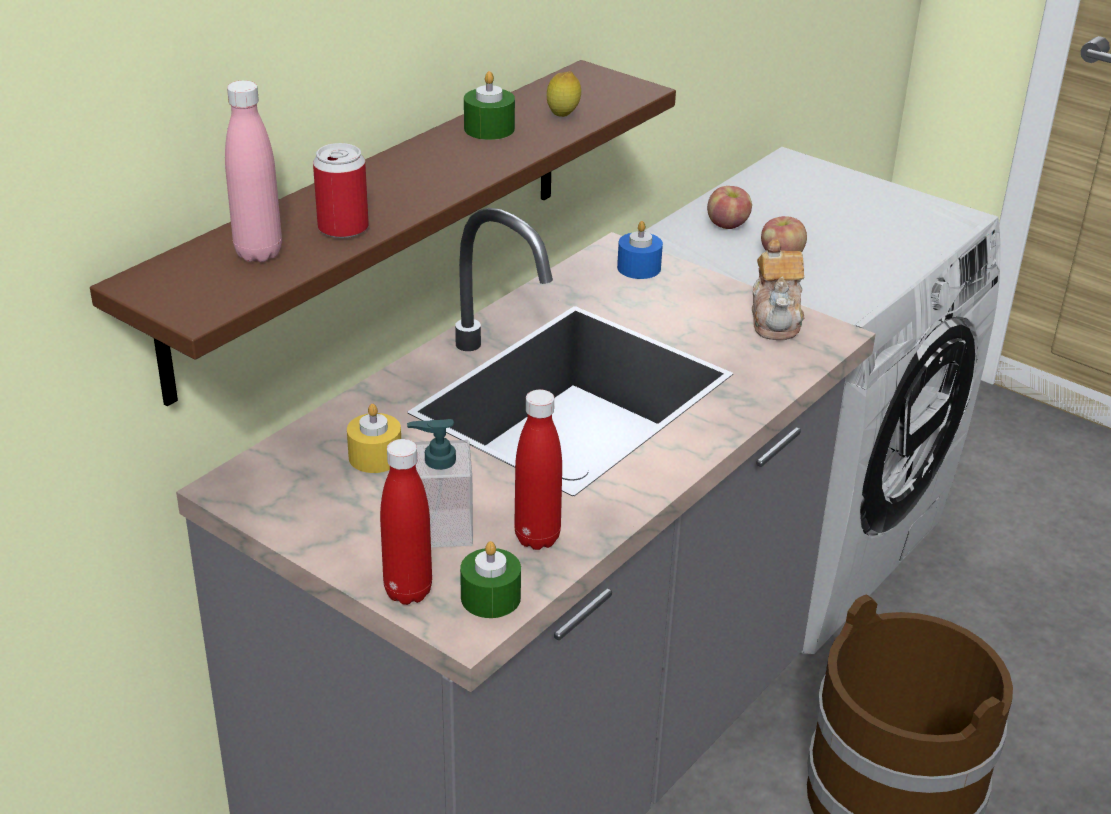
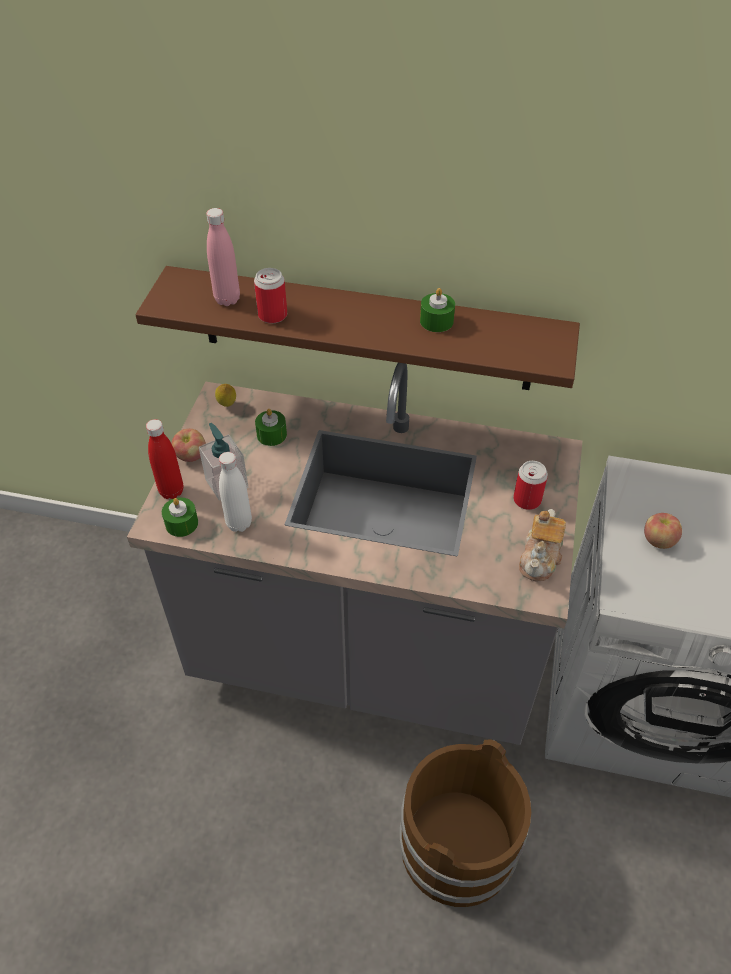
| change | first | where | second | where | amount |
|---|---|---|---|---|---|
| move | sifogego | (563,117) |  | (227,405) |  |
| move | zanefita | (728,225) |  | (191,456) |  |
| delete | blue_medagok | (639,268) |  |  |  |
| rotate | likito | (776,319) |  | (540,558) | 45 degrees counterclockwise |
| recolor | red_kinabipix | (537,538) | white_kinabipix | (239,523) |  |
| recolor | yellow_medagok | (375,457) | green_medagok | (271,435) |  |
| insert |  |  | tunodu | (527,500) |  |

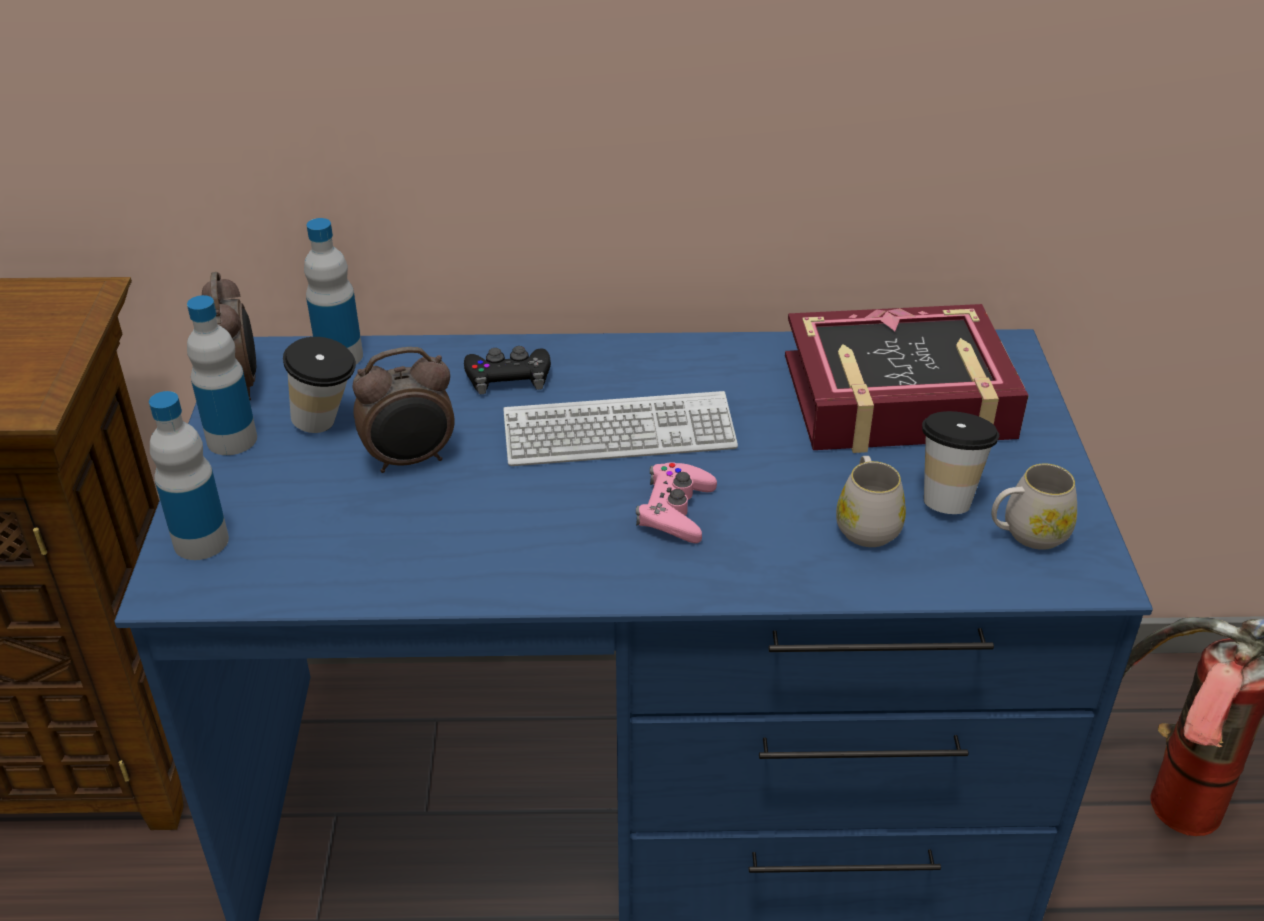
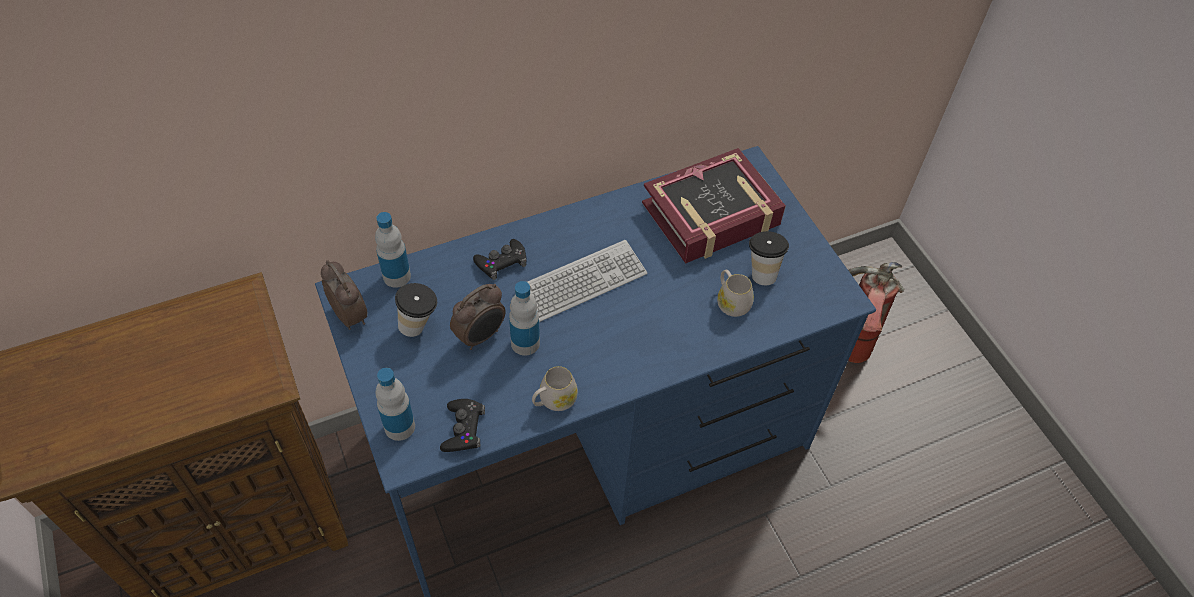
| change | first | where | second | where | amount |
|---|---|---|---|---|---|
| move | kinabipix | (232,439) |  | (525,343) |  |
| delete | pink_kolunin | (676,510) |  |  |  |
| move | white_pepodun | (1027,533) |  | (554,400) |  |
| insert |  |  | black_kolunin | (463,429) |  |

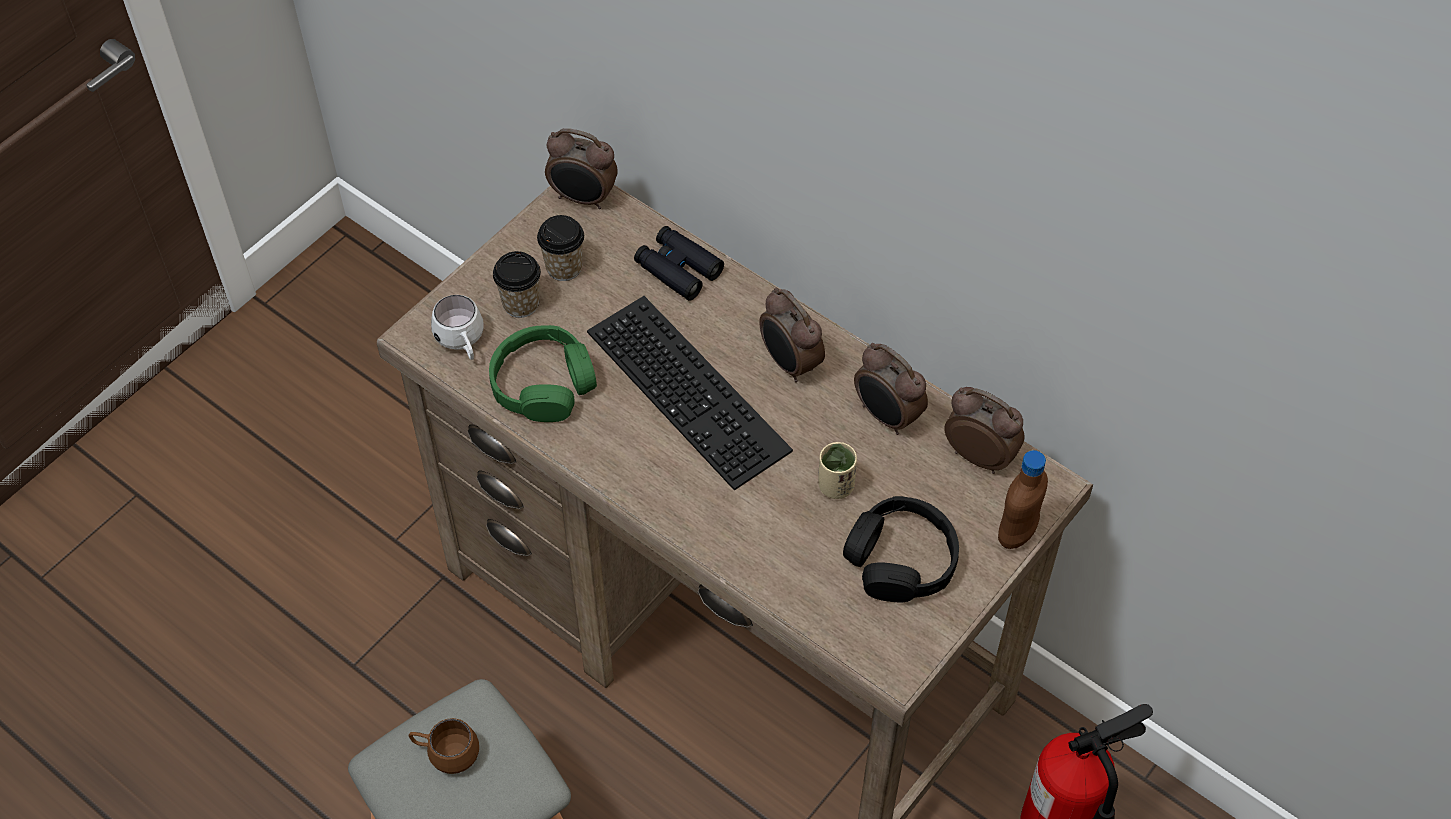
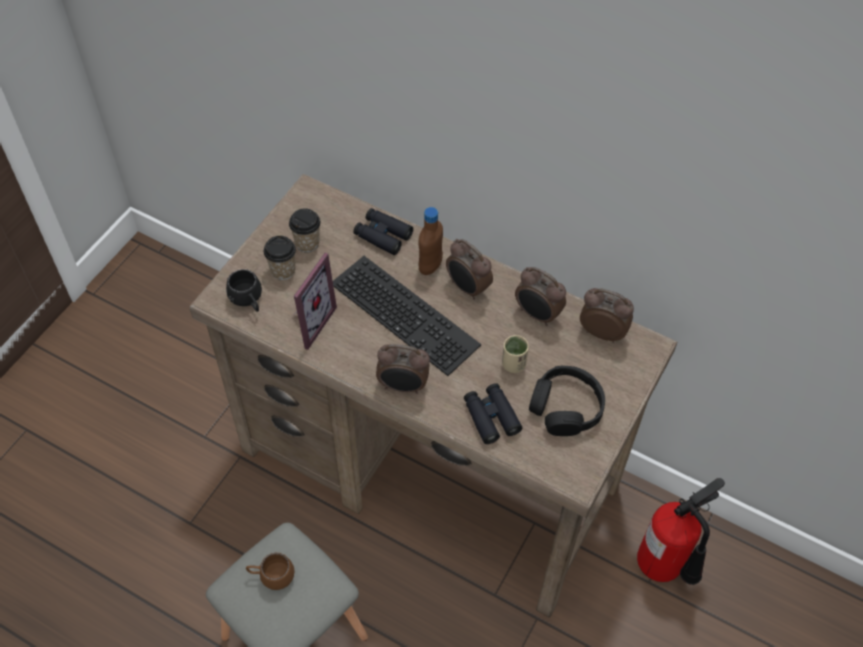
| change | first | where | second | where | amount |
|---|---|---|---|---|---|
| move | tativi | (583,198) |  | (403,386) |  |
| recolor | white_pepodun | (463,344) | black_pepodun | (248,302) |  |
| replace | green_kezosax | (543,384) | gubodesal | (308,322) |  |
| move | brown_kinabipix | (1017,533) |  | (430,266) |  |
| insert |  |  | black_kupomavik | (491,417) |  |

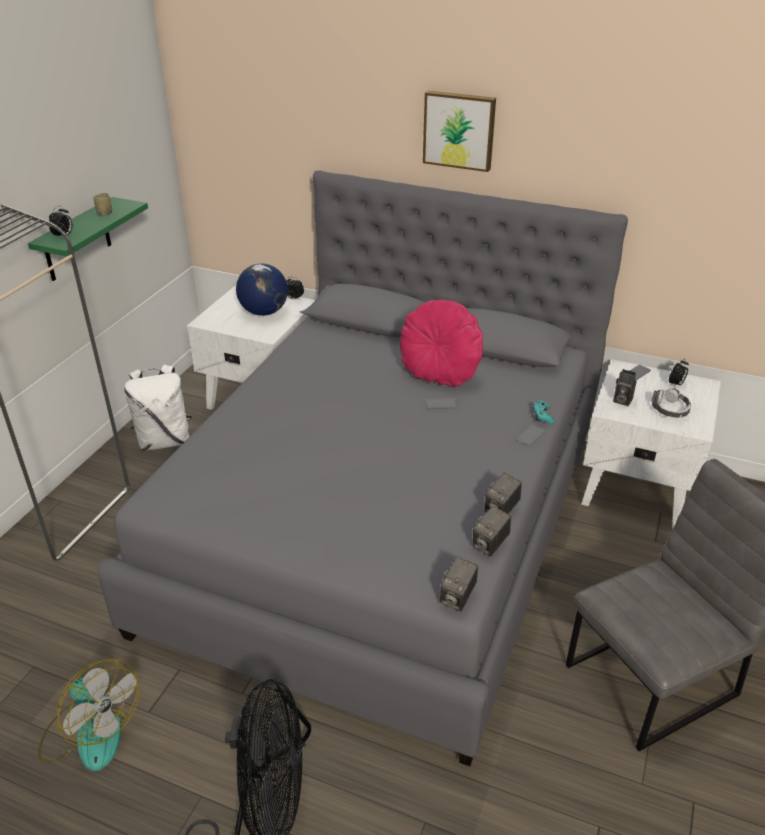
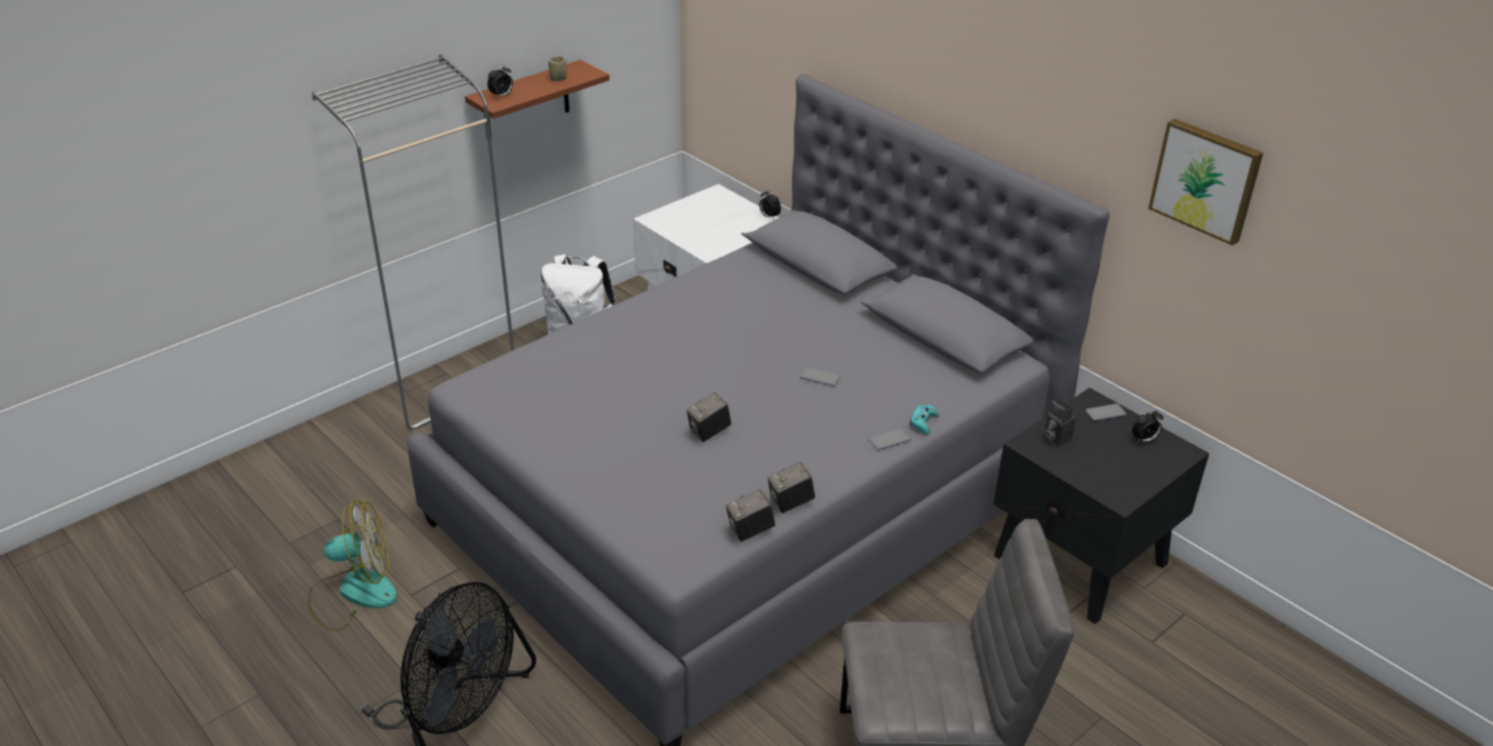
| change | first | where | second | where | amount |
|---|---|---|---|---|---|
| move | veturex | (459,130) |  | (1206,180) |  |
| recolor | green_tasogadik | (77,240) | brown_tasogadik | (526,101) |  |
| delete | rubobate | (264,312) |  |  |  |
| delete | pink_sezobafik | (439,376) |  |  |  |
| recolor | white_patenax | (638,487) | black_patenax | (1082,560) |  |
| delete | kezosax | (669,409) |  |  |  |
| move | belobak | (458,598) |  | (709,432) |  |
| rotate | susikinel | (91,732) |  | (353,592) | 75 degrees counterclockwise |

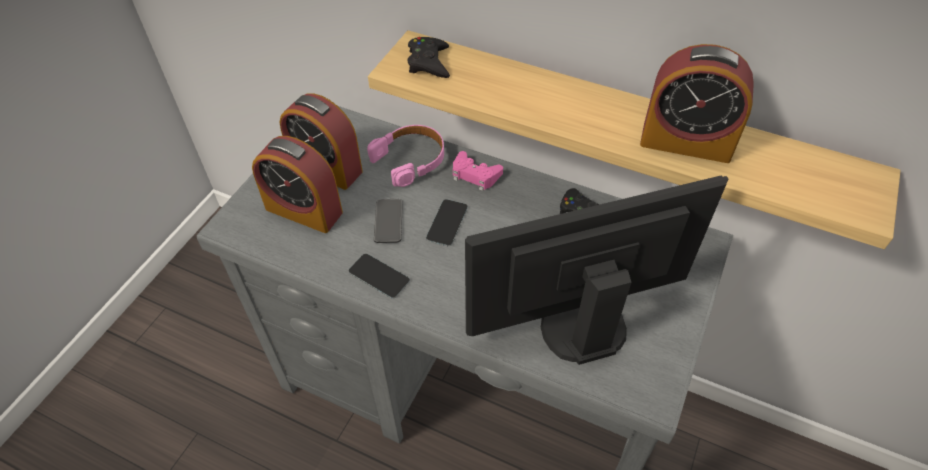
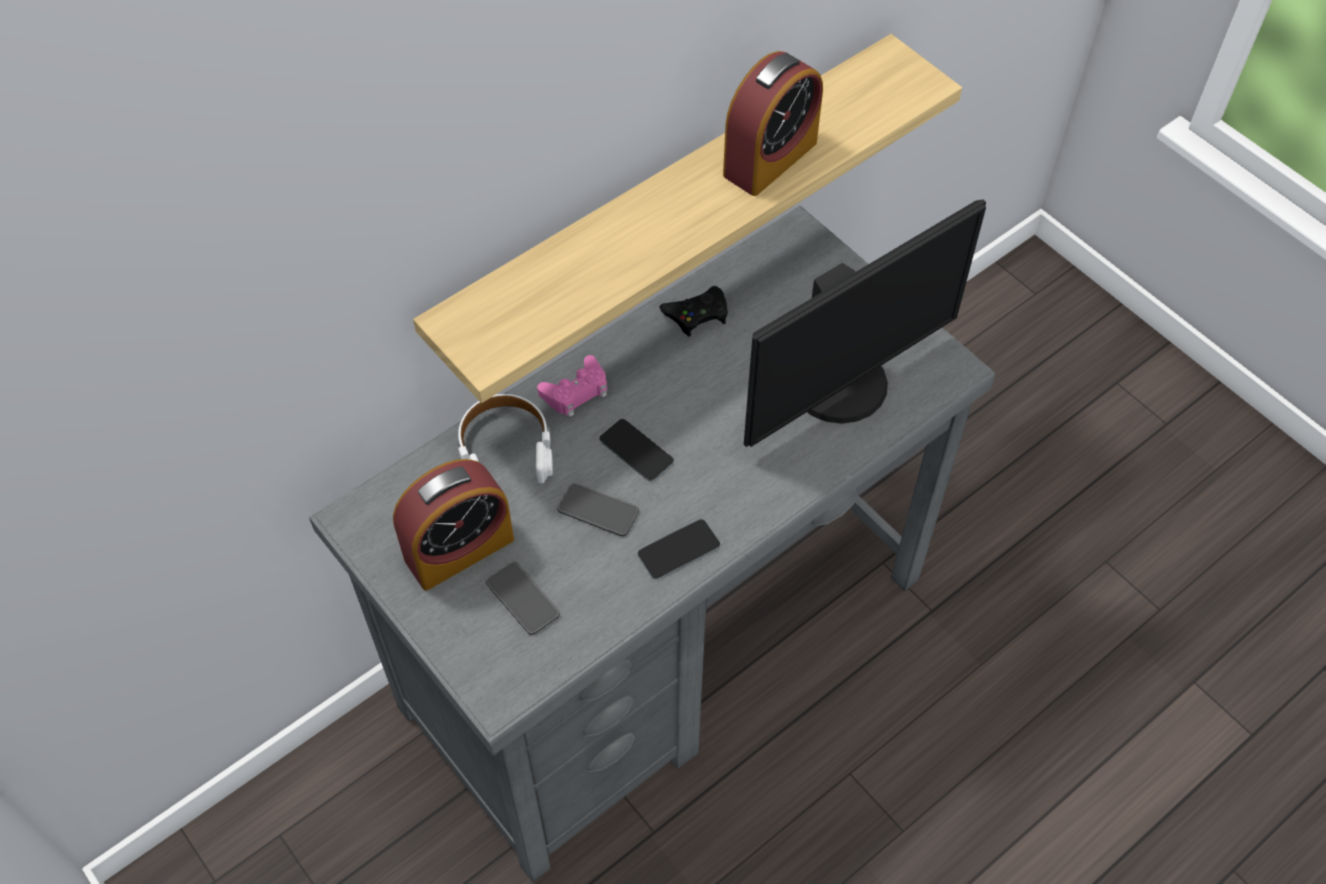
| change | first | where | second | where | amount |
|---|---|---|---|---|---|
| delete | black_kolunin | (429,62) |  |  |  |
| recolor | pink_kezosax | (410,159) | white_kezosax | (505,449) |  |
| replace | tativi | (304,210) | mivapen | (522,598) |  |
| rotate | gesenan | (581,323) |  | (842,386) | 135 degrees counterclockwise |

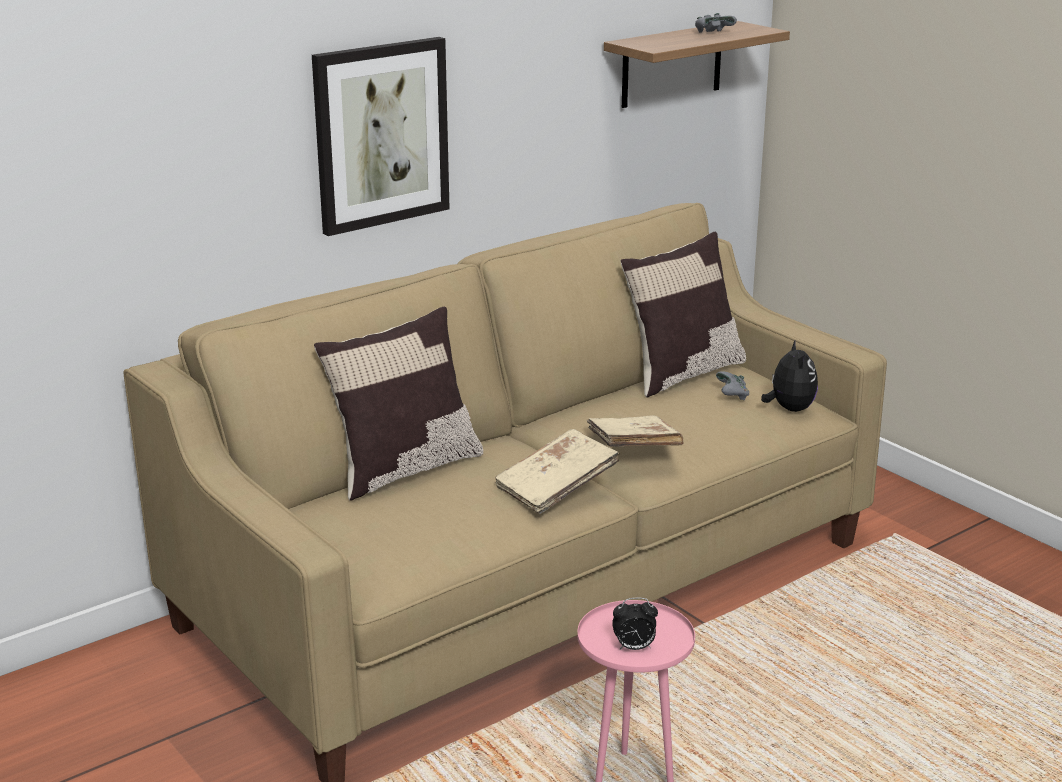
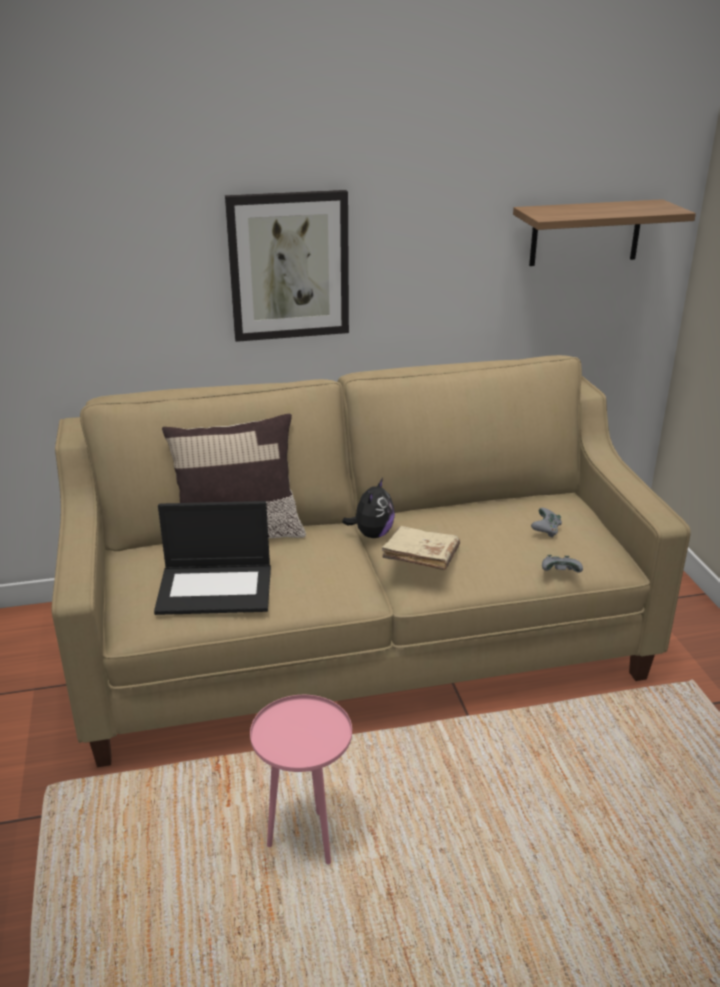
| change | first | where | second | where | amount |
|---|---|---|---|---|---|
| move | grey_kolunin | (713,33) |  | (560,573) |  |
| delete | sezobafik | (681,374) |  |  |  |
| move | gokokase | (789,409) |  | (372,534) |  |
| delete | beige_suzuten | (556,488) |  |  |  |
| delete | tativi | (634,648) |  |  |  |
| insert |  |  | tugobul | (216,588) |  |

